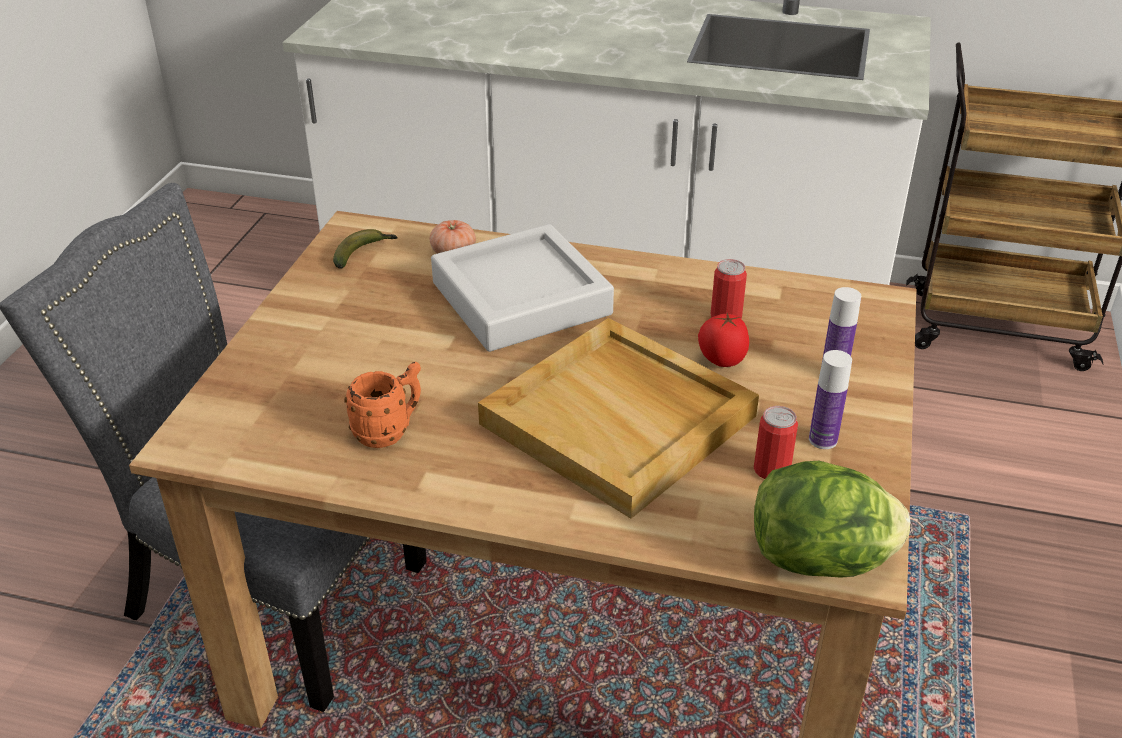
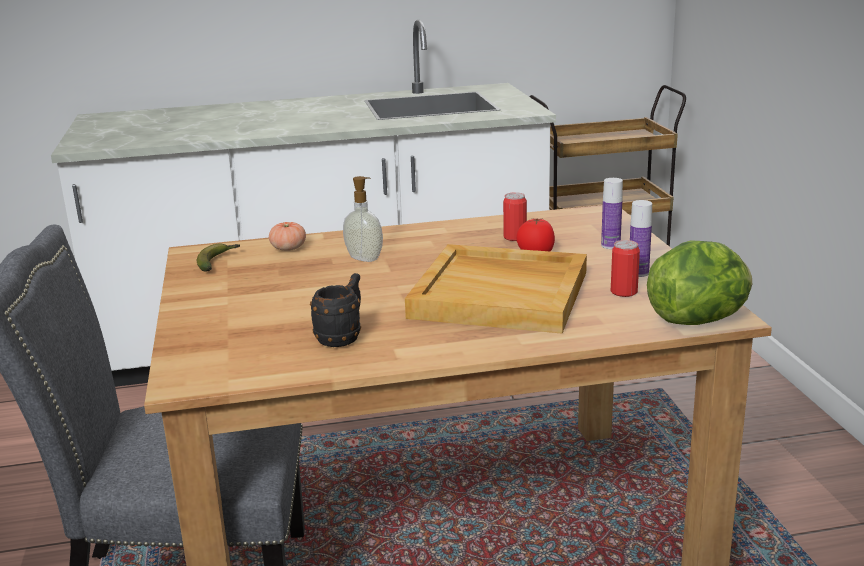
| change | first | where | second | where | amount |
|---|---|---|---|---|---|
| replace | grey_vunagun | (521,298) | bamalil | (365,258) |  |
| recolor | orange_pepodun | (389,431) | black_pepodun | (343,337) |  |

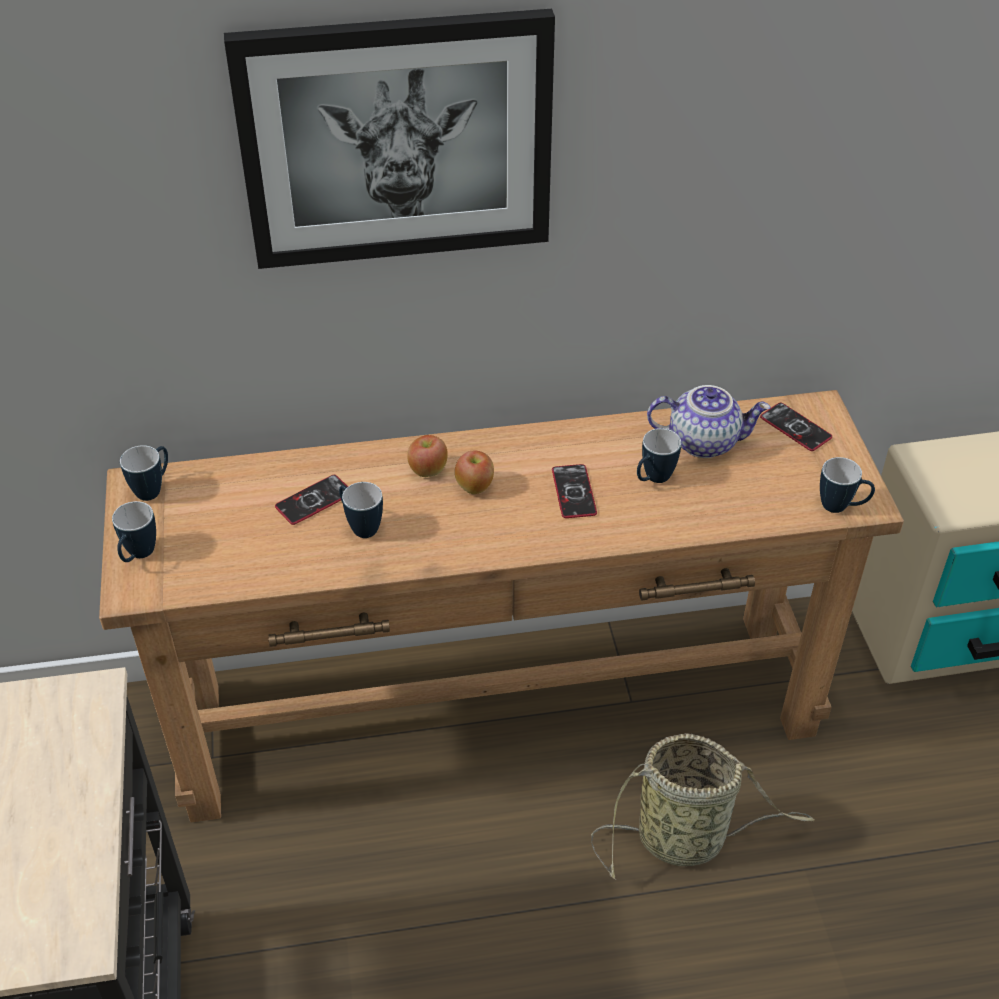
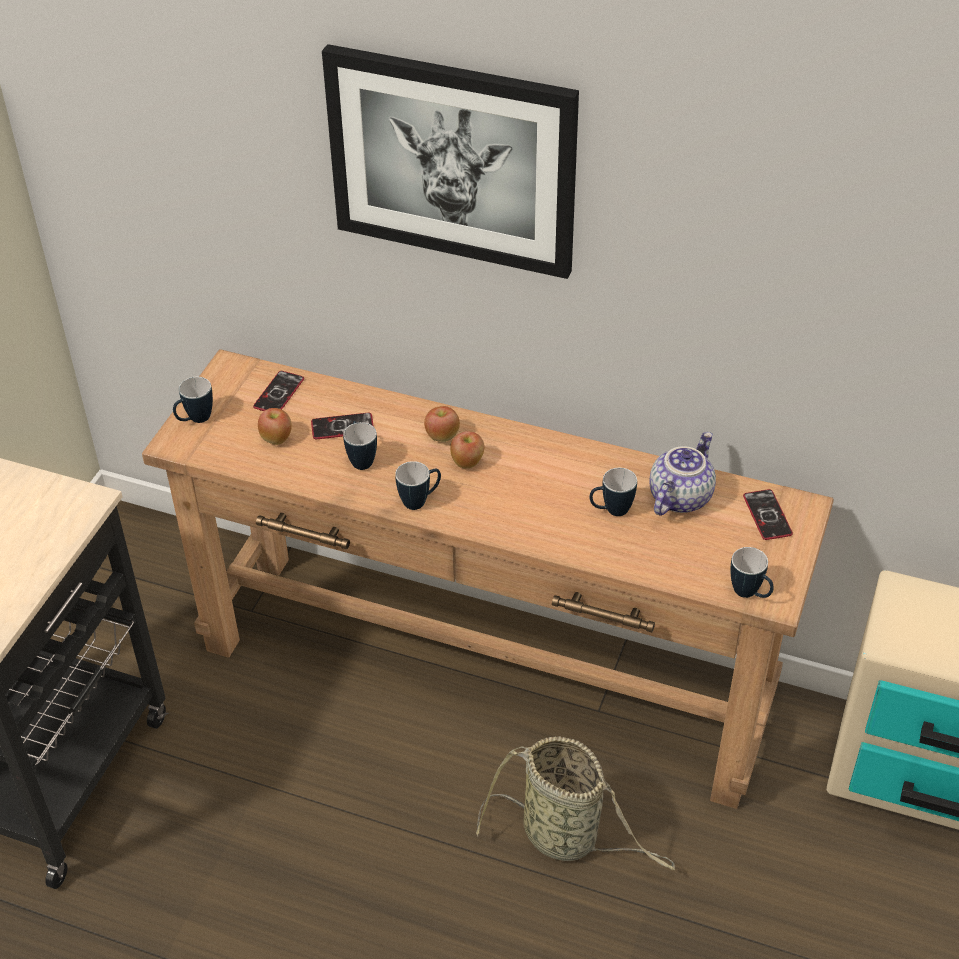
| change | first | where | second | where | amount |
|---|---|---|---|---|---|
| rotate | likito | (704,441) |  | (679,496) | 90 degrees counterclockwise |
| move | pepodun | (153,489) |  | (420,501) |  |
| move | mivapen | (573,492) |  | (279,393) |  |
| insert |  |  | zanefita | (276,438) |  |

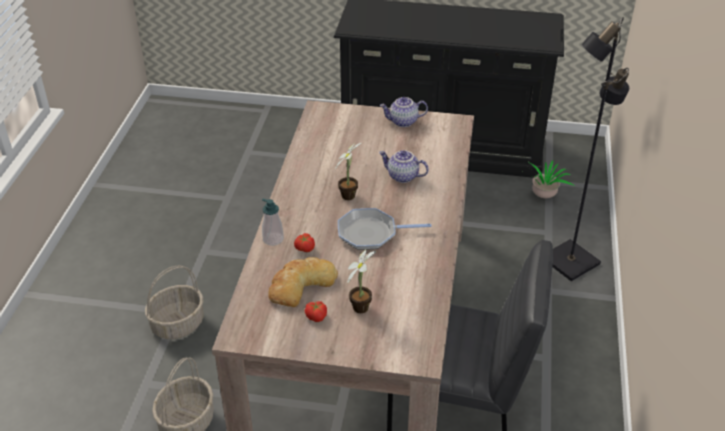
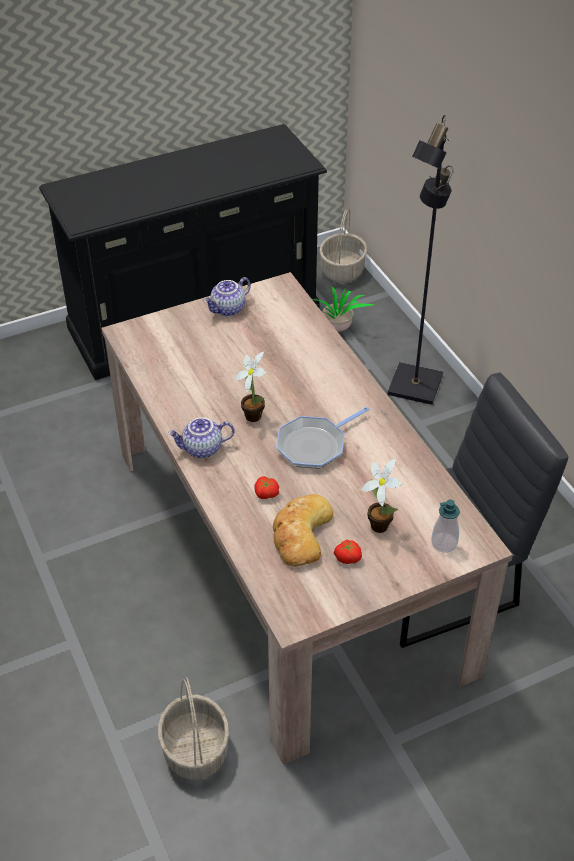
| change | first | where | second | where | amount |
|---|---|---|---|---|---|
| move | likito | (402,177) |  | (202,449) |  |
| move | bamalil | (273,239) |  | (444,543) |  |
| move | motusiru | (178,324) |  | (342,270) |  |

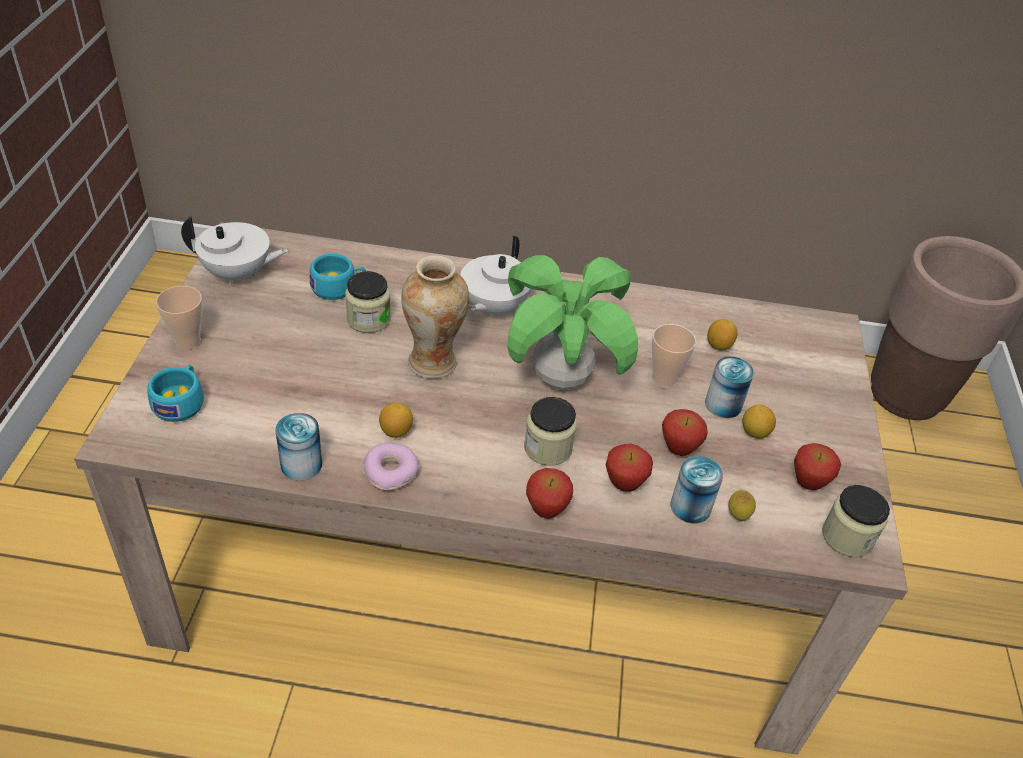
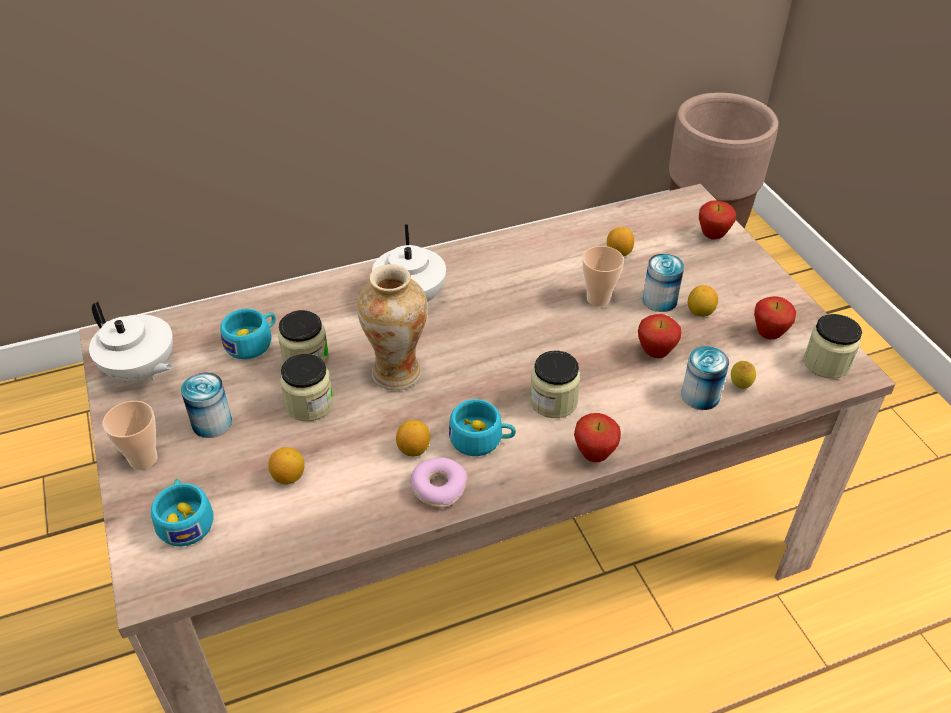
| change | first | where | second | where | amount |
|---|---|---|---|---|---|
| rotate | white_likito | (238,274) |  | (141,372) | 60 degrees clockwise |
| delete | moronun | (561,380) |  |  |  |
| move | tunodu | (301,464) |  | (212,423) |  |
| move | zanefita | (624,485) |  | (712,236) |  |
| insert |  |  | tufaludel | (309,404) |  |
| insert |  |  | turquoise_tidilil | (482,439) |  |
| insert |  |  | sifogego | (289,476) |  |

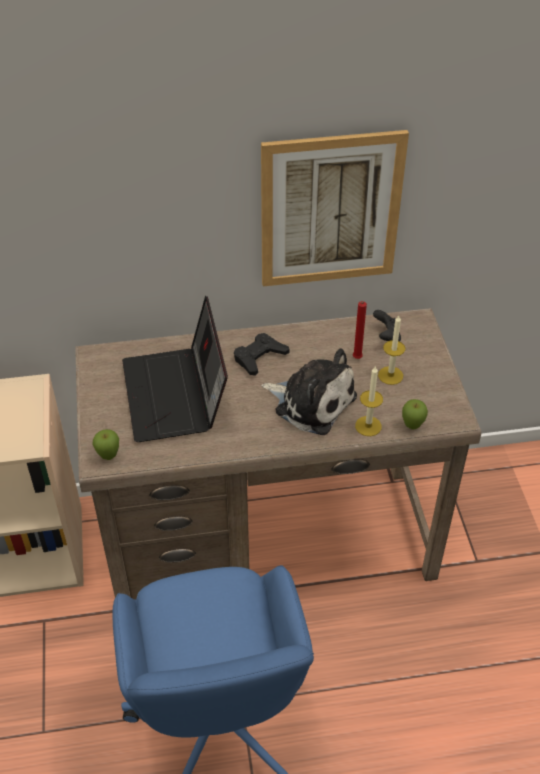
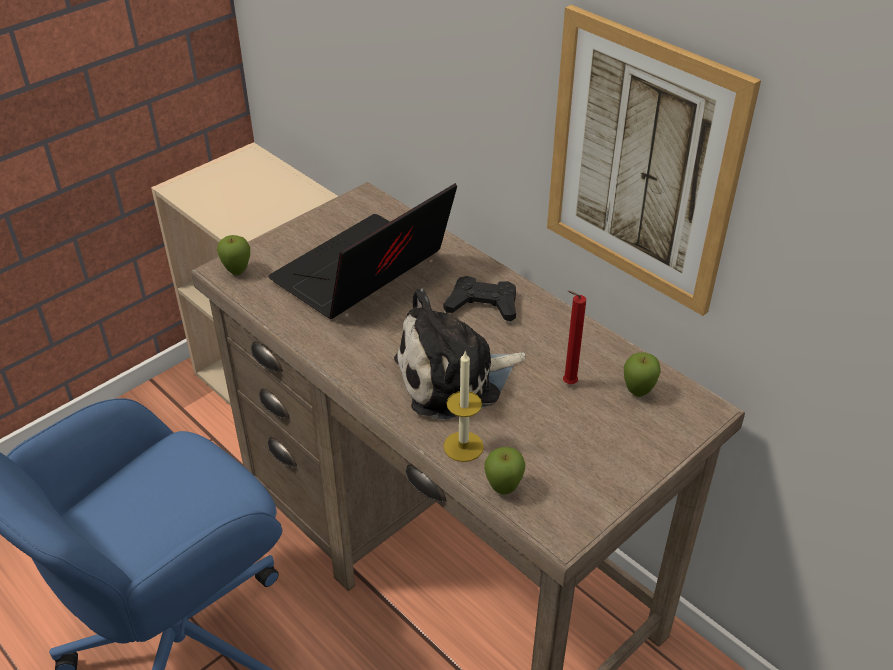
| change | first | where | second | where | amount |
|---|---|---|---|---|---|
| replace | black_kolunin | (386,336) | zanefita | (638,392) |  |
| delete | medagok | (390,375) |  |  |  |
| rotate | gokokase | (311,402) |  | (454,378) | 75 degrees clockwise |

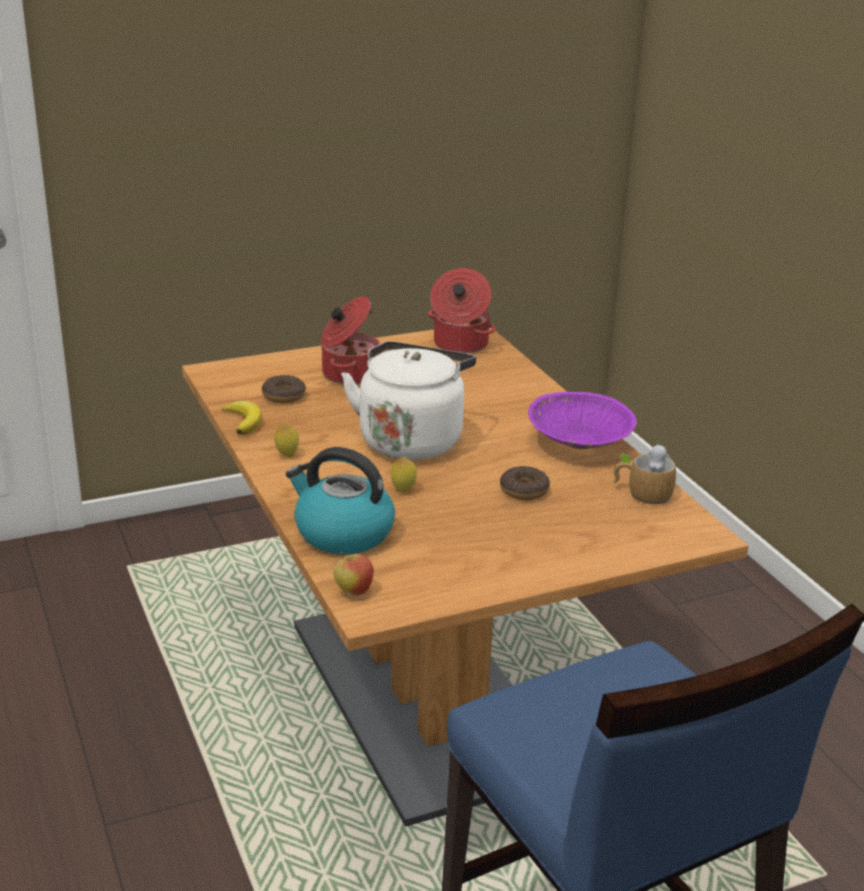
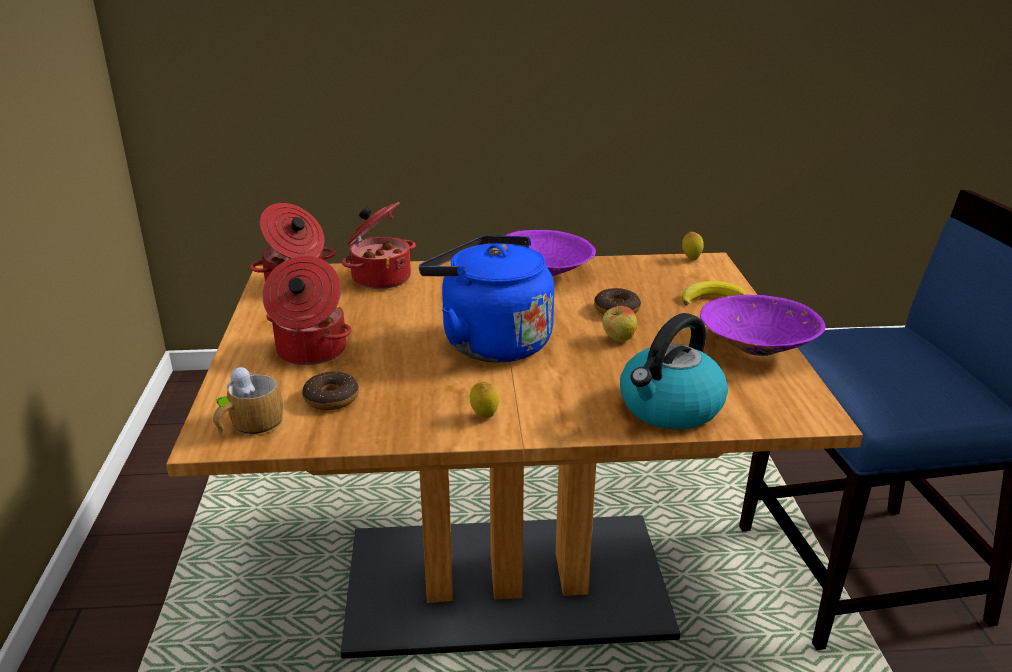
| change | first | where | second | where | amount |
|---|---|---|---|---|---|
| recolor | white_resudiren | (412,439) | blue_resudiren | (490,342) |  |
| move | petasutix | (244,421) |  | (711,298) |  |
| move | pepodun | (642,493) |  | (249,426) |  |
| move | sifogego | (403,490) |  | (691,259) |  |
| move | zanefita | (353,591) |  | (618,340) |  |
| insert |  |  | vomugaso | (380,278) |  |
| insert |  |  | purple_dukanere | (755,347) |  |

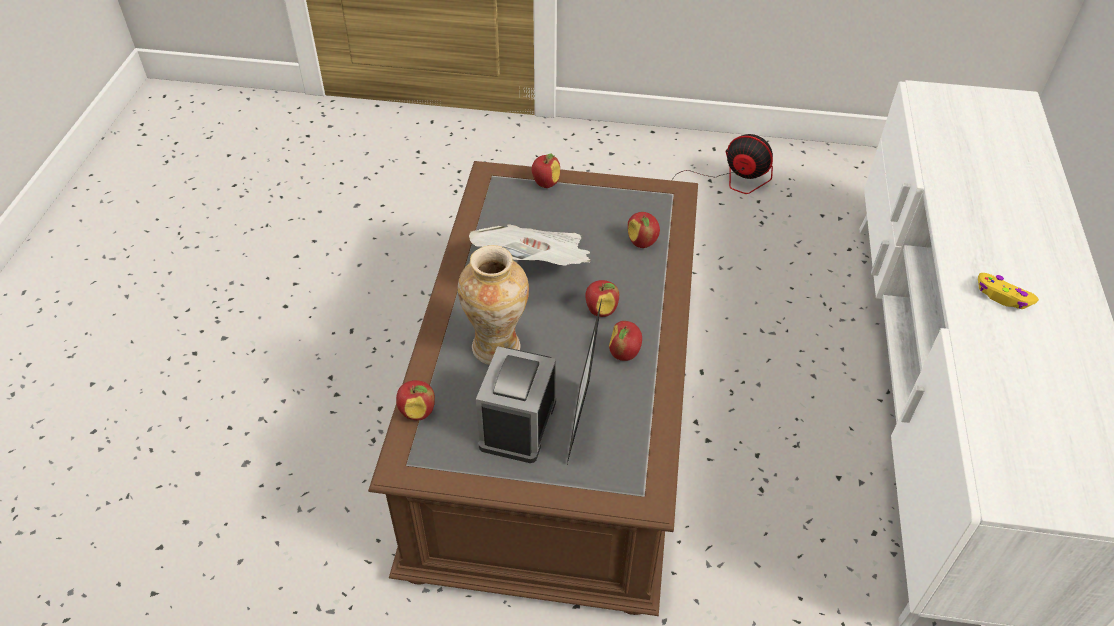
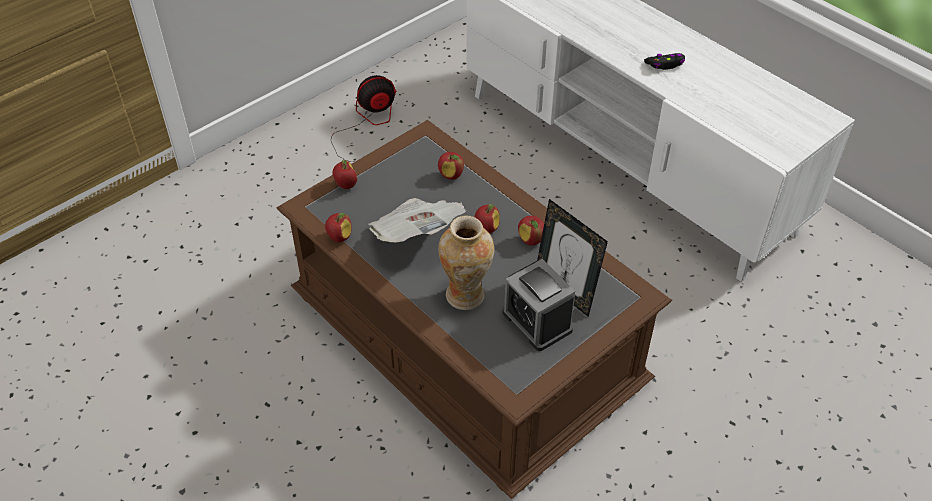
| change | first | where | second | where | amount |
|---|---|---|---|---|---|
| recolor | yellow_kolunin | (1003,296) | black_kolunin | (665,64) |  |
| move | zanefita | (417,412) |  | (339,237) |  |

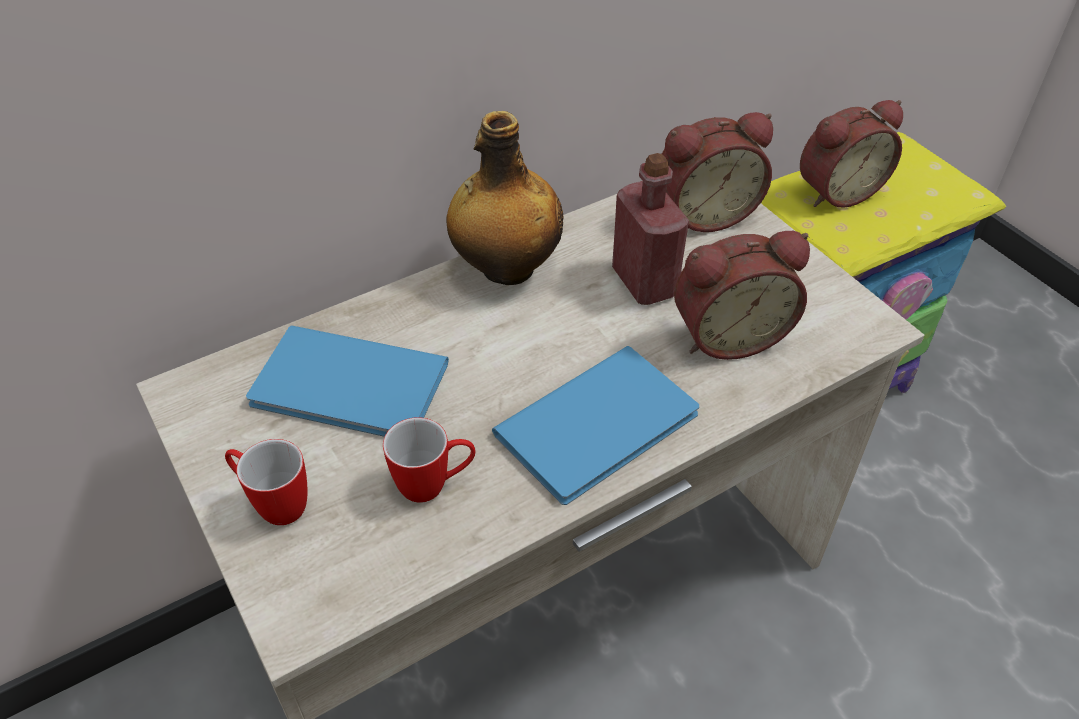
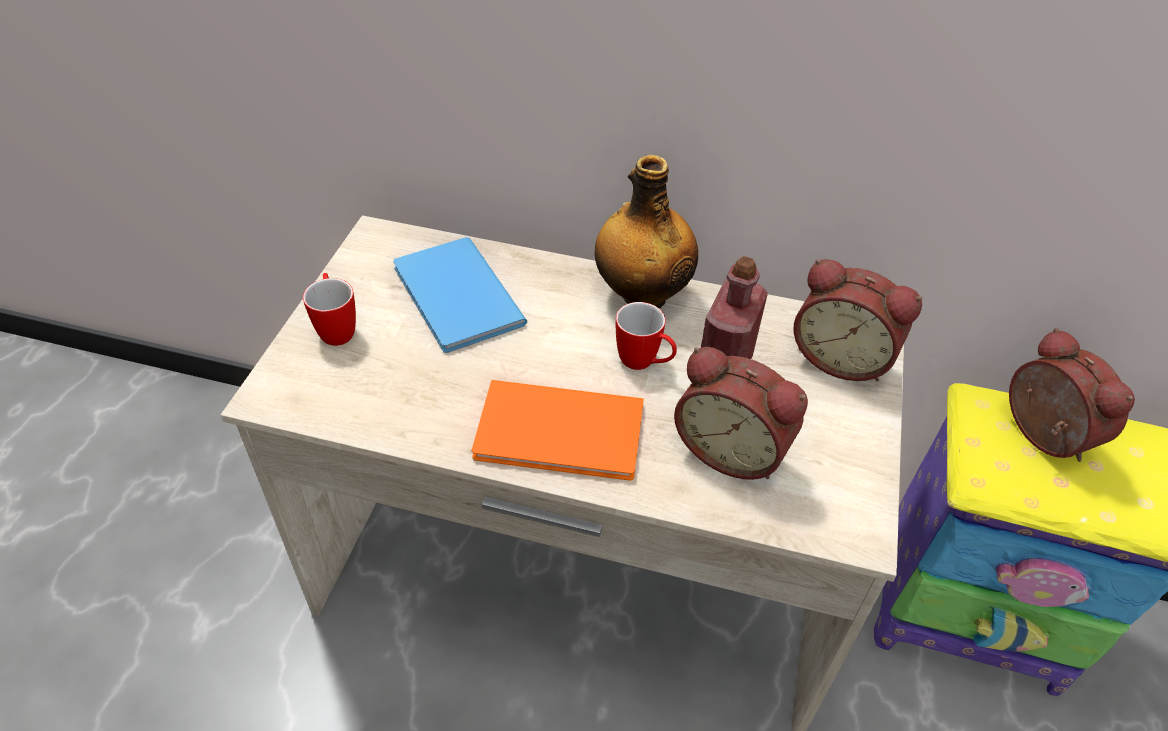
| change | first | where | second | where | amount |
|---|---|---|---|---|---|
| rotate | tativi | (836,191) |  | (1041,436) | 135 degrees counterclockwise |
| recolor | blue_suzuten | (604,425) | orange_suzuten | (563,435) |  |
| move | pepodun | (434,485) |  | (644,363) |  |

